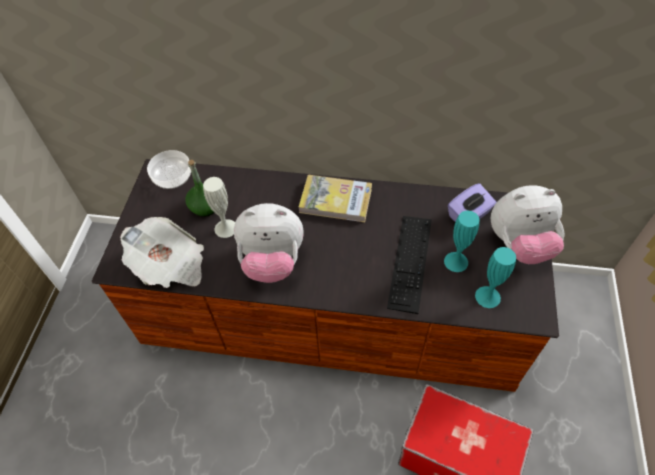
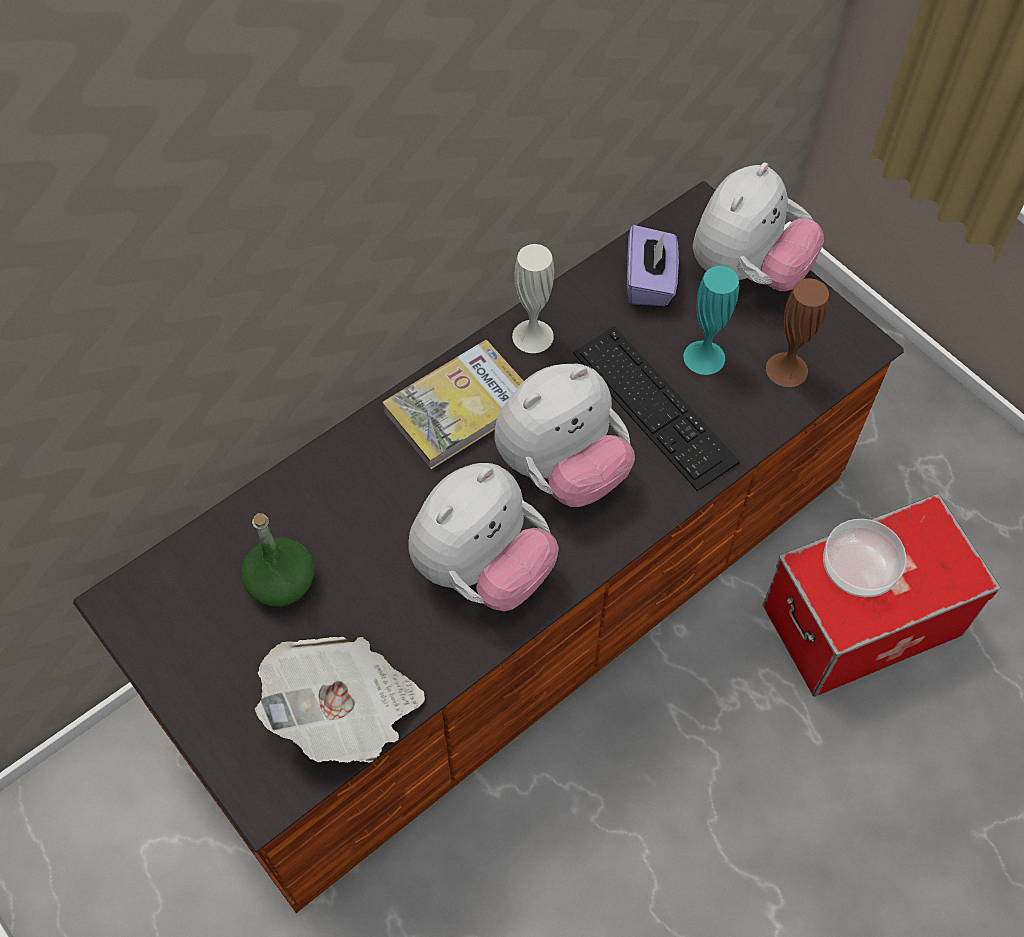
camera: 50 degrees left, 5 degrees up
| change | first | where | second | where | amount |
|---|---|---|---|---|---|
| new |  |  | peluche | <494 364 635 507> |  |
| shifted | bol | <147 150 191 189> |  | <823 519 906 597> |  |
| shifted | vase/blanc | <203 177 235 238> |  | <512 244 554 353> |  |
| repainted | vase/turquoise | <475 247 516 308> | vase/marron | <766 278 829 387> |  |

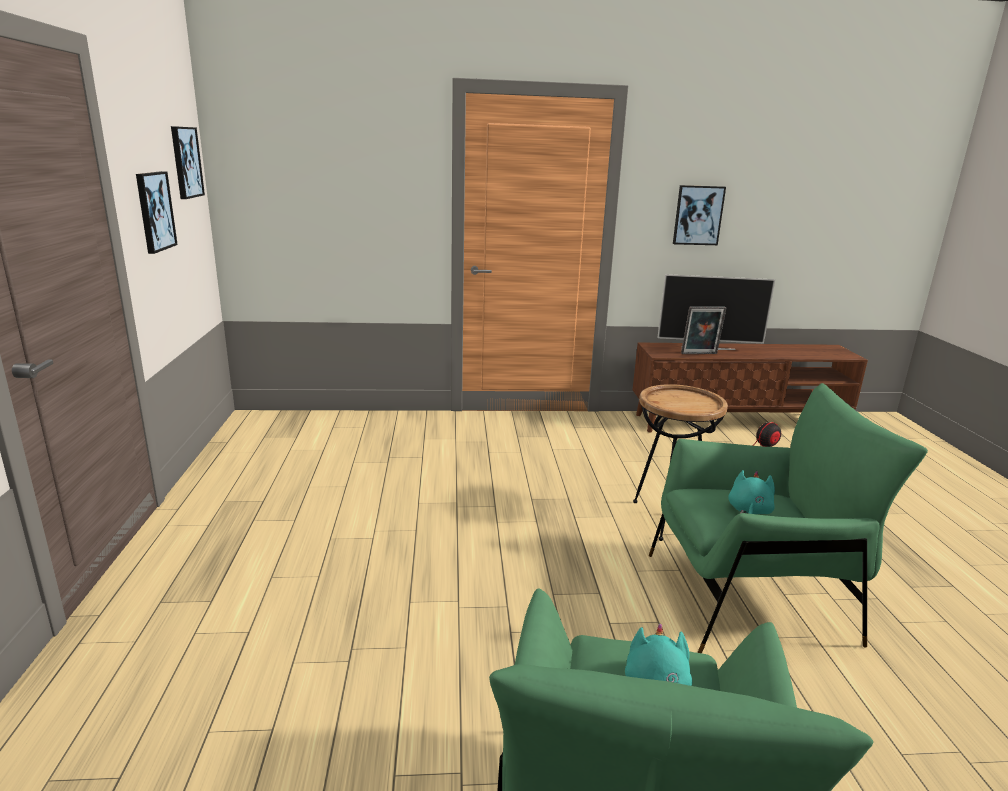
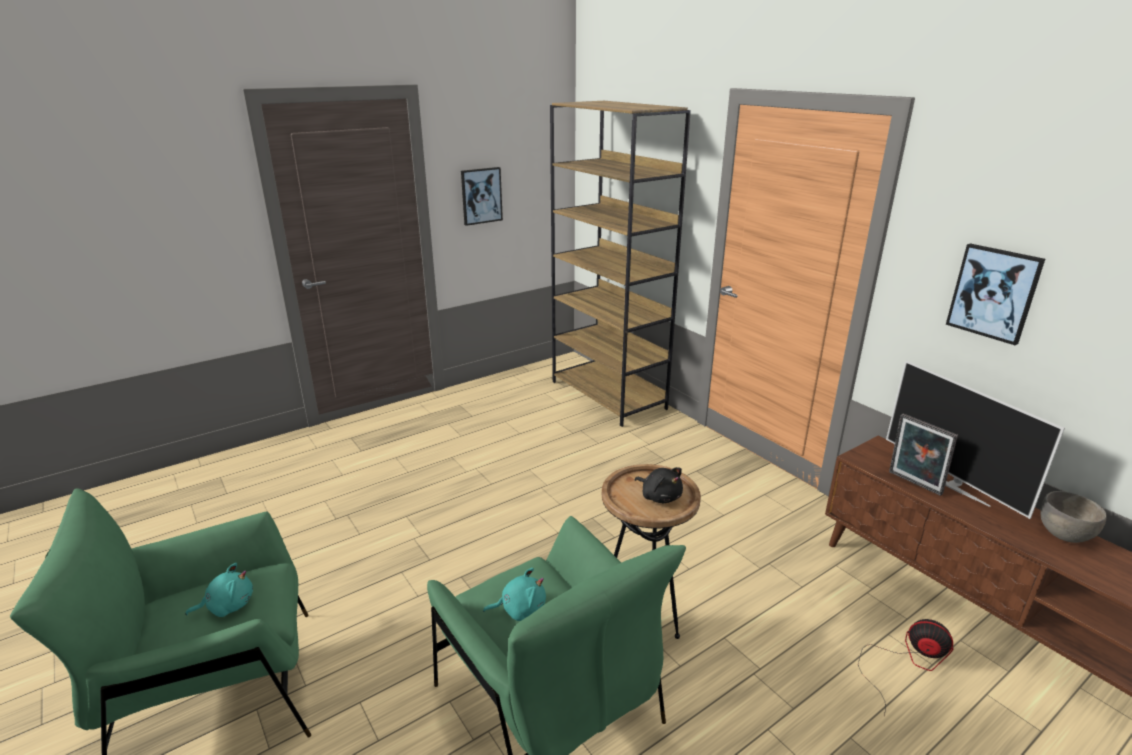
camera: 60 degrees right, 5 degrees up
| change | first | where | second | where | amount |
|---|---|---|---|---|---|
| gone | tableau | <171 126 205 199> |  |  |  |
| new |  |  | bibliothèque/marron | <550 101 691 427> |  |
| new |  |  | peluche/noir | <635 467 683 503> |  |
| new |  |  | bol/gris | <1040 491 1107 543> |  |

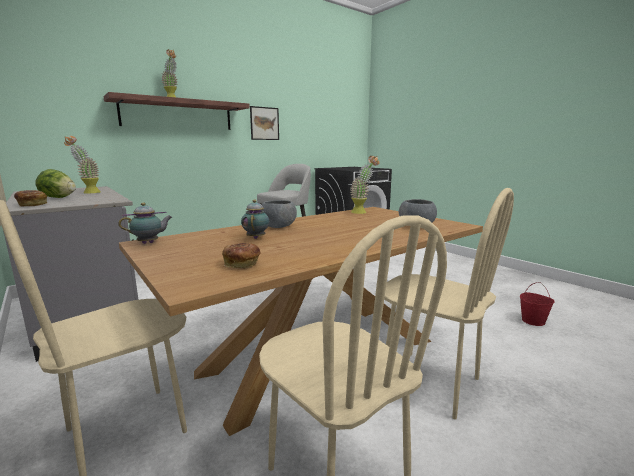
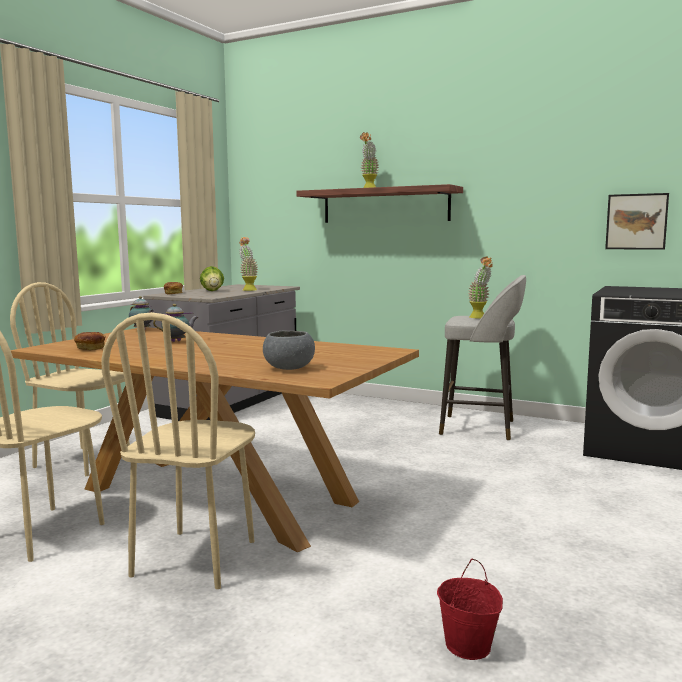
camera: 65 degrees right, 5 degrees down
| change | first | where | second | where | amount |
|---|---|---|---|---|---|
| gone | bol/gris | <262 200 297 228> |  |  |  |
| shifted | tableau | <250 106 279 140> |  | <605 193 669 250> |  |
| shifted | plante en pot | <350 156 379 214> |  | <468 256 493 319> |  |

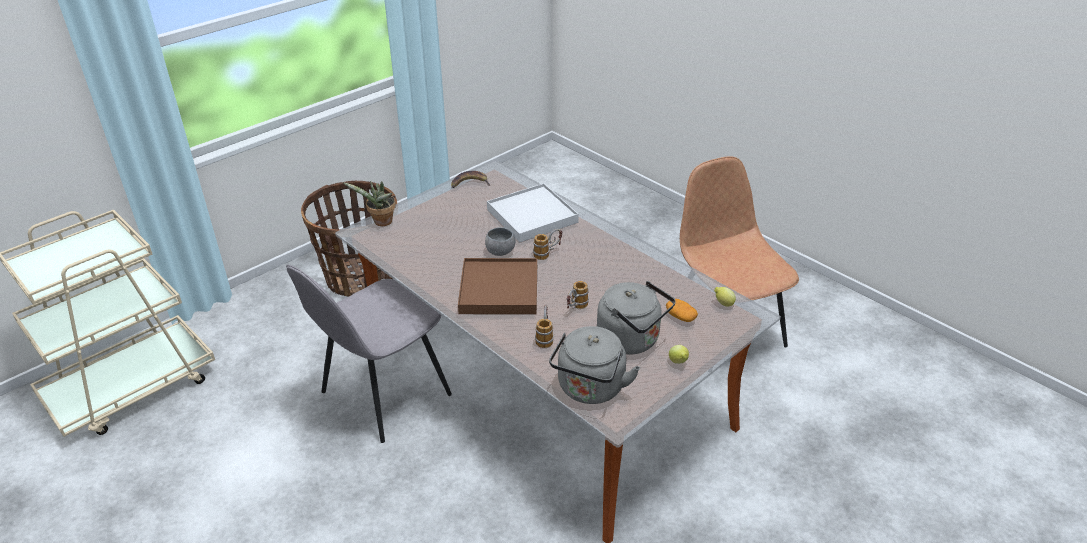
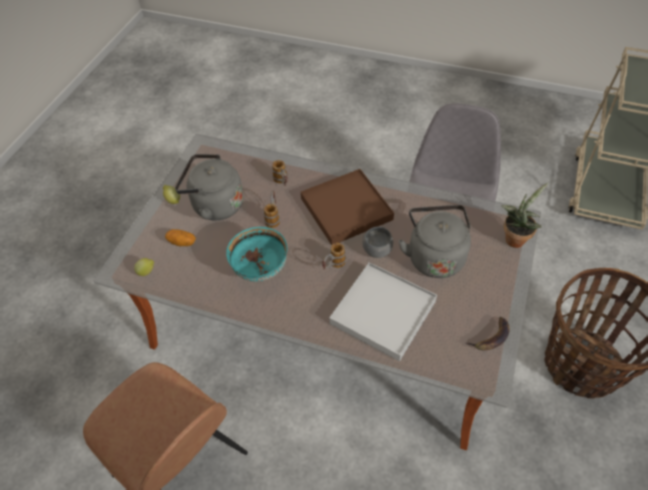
camera: 155 degrees right, 15 degrees up
| change | first | where | second | where | amount |
|---|---|---|---|---|---|
| new |  |  | bol/turquoise | <226 227 287 282> |  |
| shifted | bouilloire/gris | <549 326 640 404> |  | <398 205 471 278> |  |

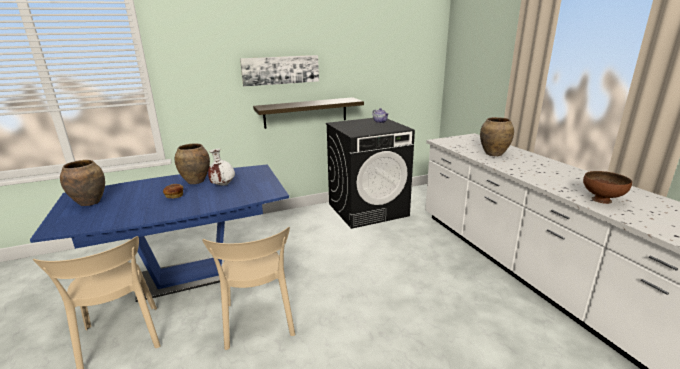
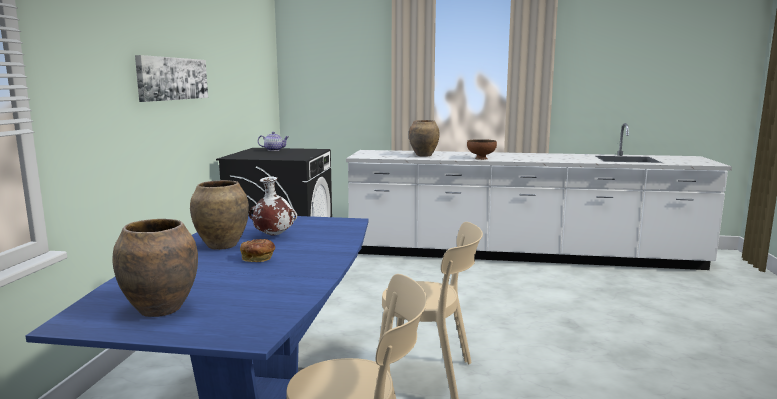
camera: 60 degrees left, 10 degrees down
| change | first | where | second | where | amount |
|---|---|---|---|---|---|
| gone | étagère | <253 97 364 129> |  |  |  |
| shifted | bol/marron | <583 171 632 204> |  | <467 139 497 160> |  |

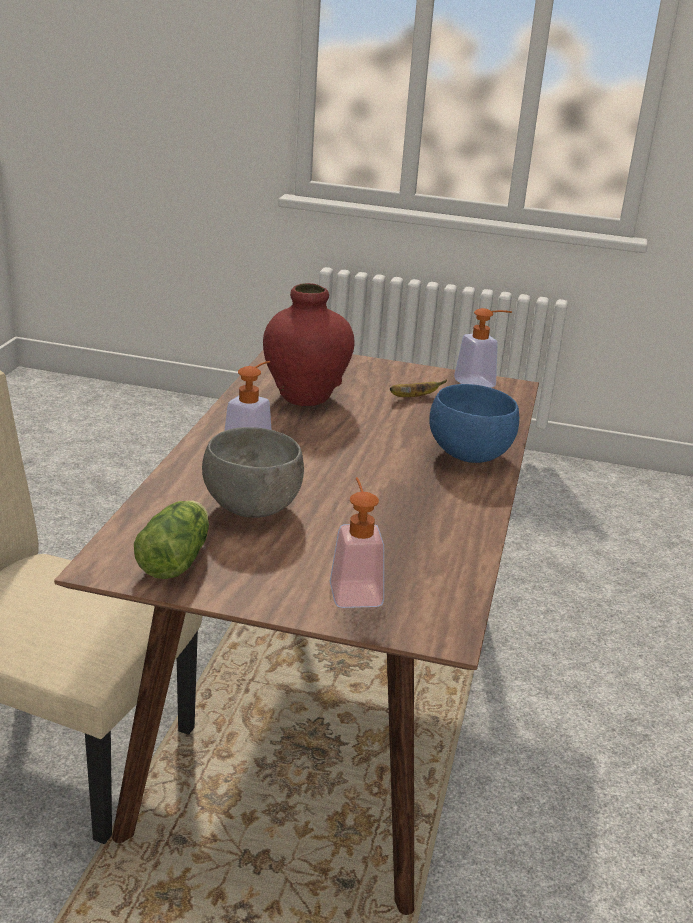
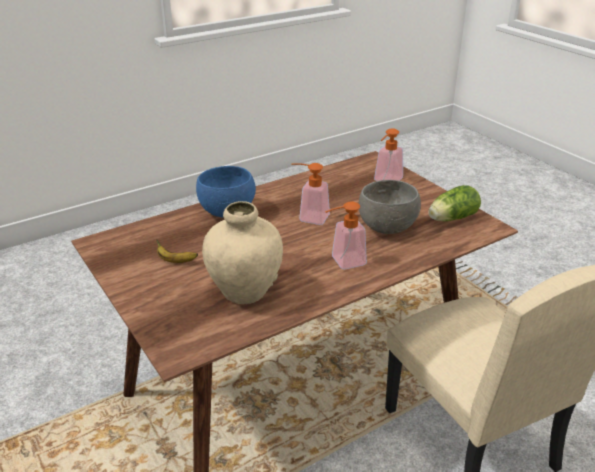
camera: 135 degrees left, 5 degrees up
| change | first | where | second | where | amount |
|---|---|---|---|---|---|
| shifted | distributeur de savon | <454 308 512 388> |  | <292 163 330 225> |  |
| repainted | vase/rouge | <263 283 354 406> | vase/beige | <202 201 283 304> |  |

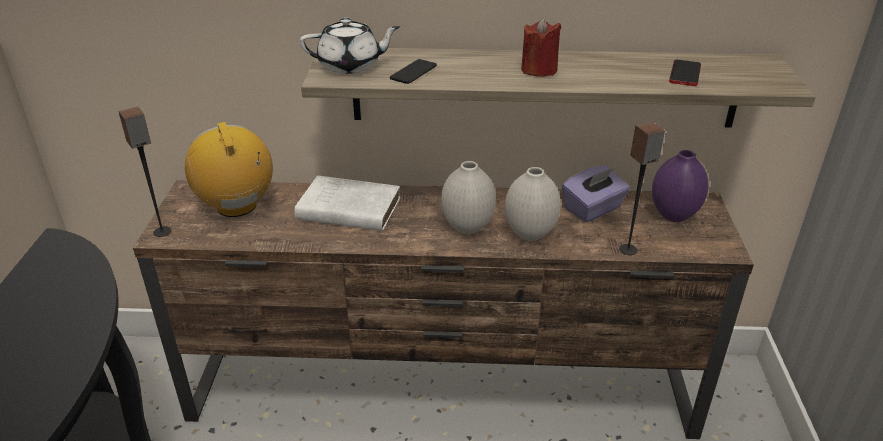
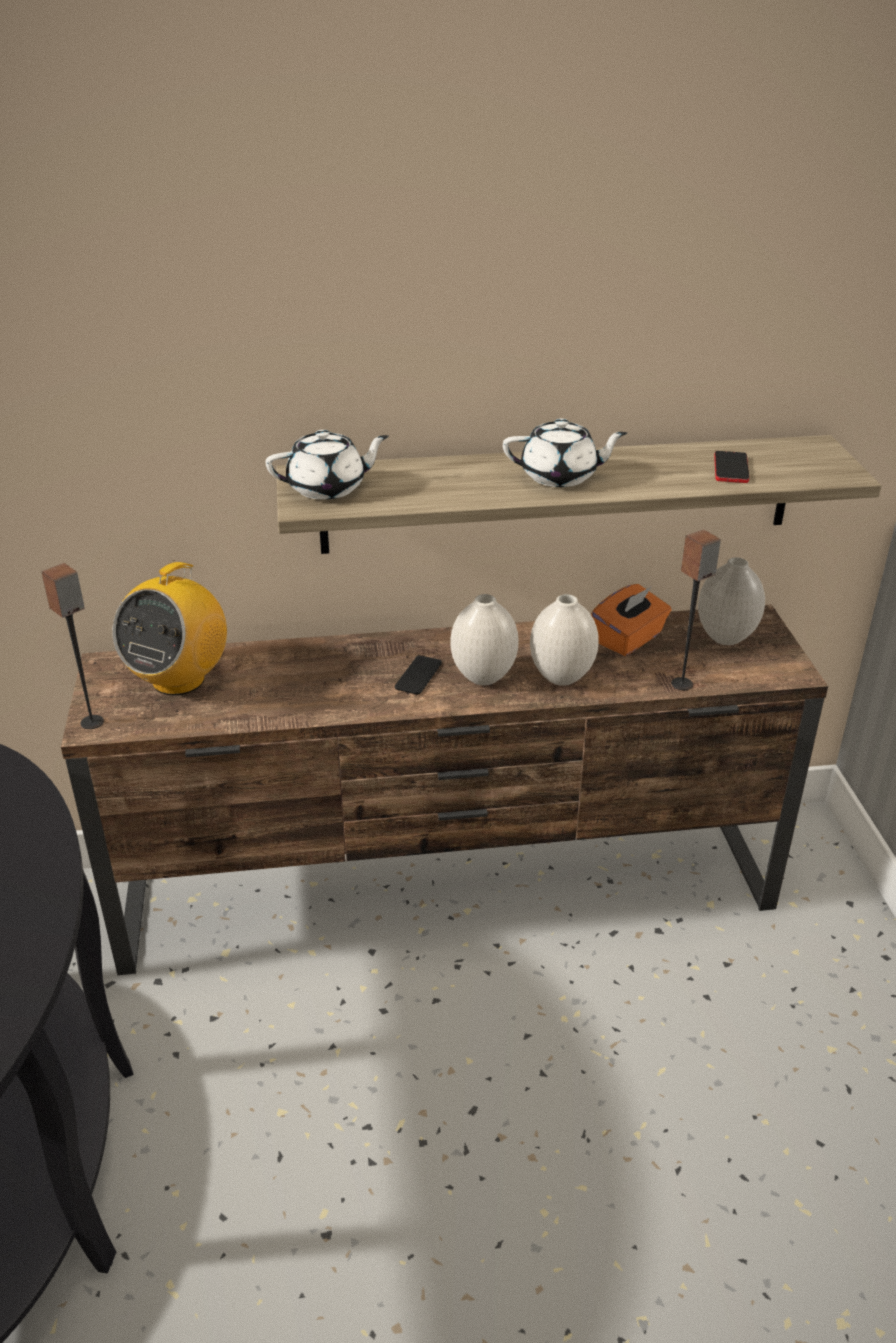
camera: 10 degrees left, 0 degrees up
| change | first | where | second | where | amount |
|---|---|---|---|---|---|
| gone | livre/blanc | <295 176 401 231> |  |  |  |
| shifted | téléphone | <390 59 437 84> |  | <395 655 442 695> |  |
| swapped | bougie/rouge | <521 18 561 77> | théière/blanc | <503 419 627 487> |  |
| repainted | boîte à mouchoirs/violet | <562 166 630 222> | boîte à mouchoirs/orange | <591 584 671 656> |  |
| repainted | vase/violet | <652 150 709 222> | vase/blanc | <698 557 765 645> |  |
| rotated | radio | <185 122 273 217> |  | <112 560 227 695> | 120 degrees counterclockwise |

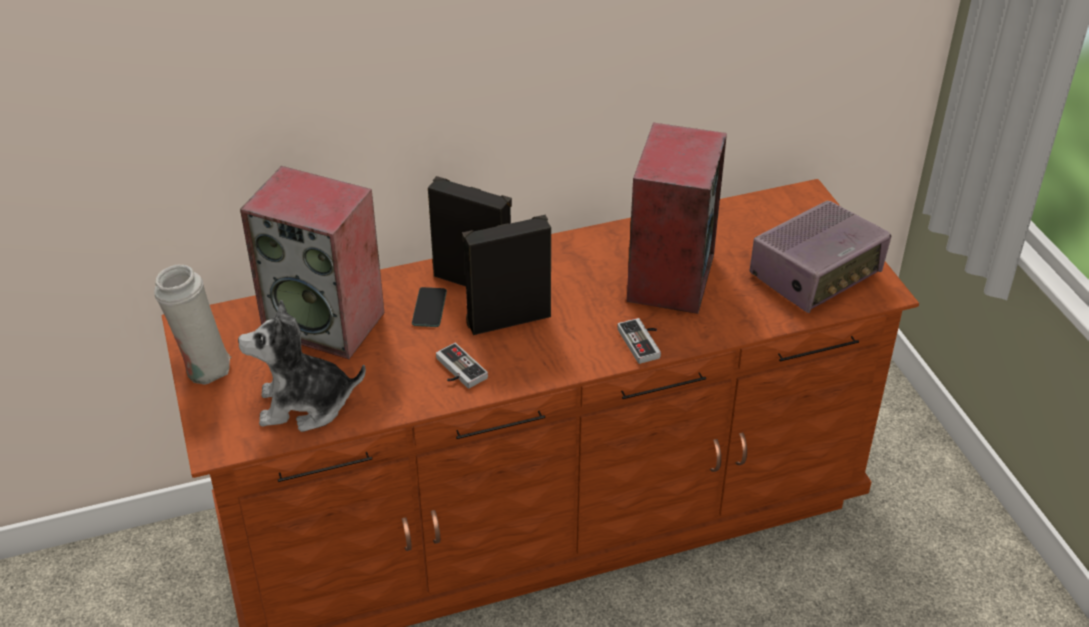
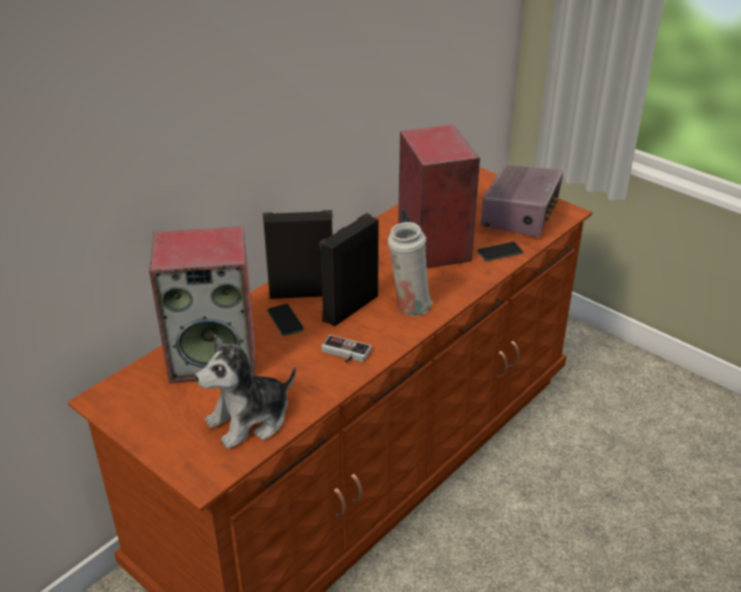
camera: 30 degrees left, 5 degrees down
| change | first | where | second | where | amount |
|---|---|---|---|---|---|
| gone | manette | <617 318 661 364> |  |  |  |
| new |  |  | téléphone | <477 242 523 261> |  |
| shifted | vase/blanc | <154 265 231 385> |  | <388 222 433 316> |  |

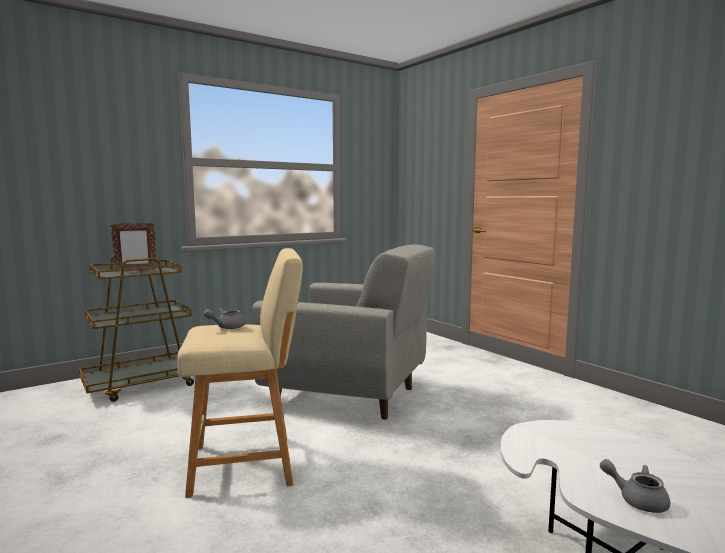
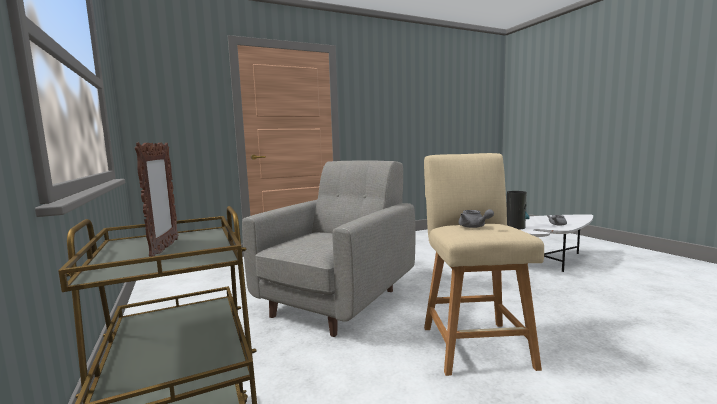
camera: 80 degrees left, 0 degrees up
| change | first | where | second | where | amount |
|---|---|---|---|---|---|
| new |  |  | vase | <507 191 530 230> |  |

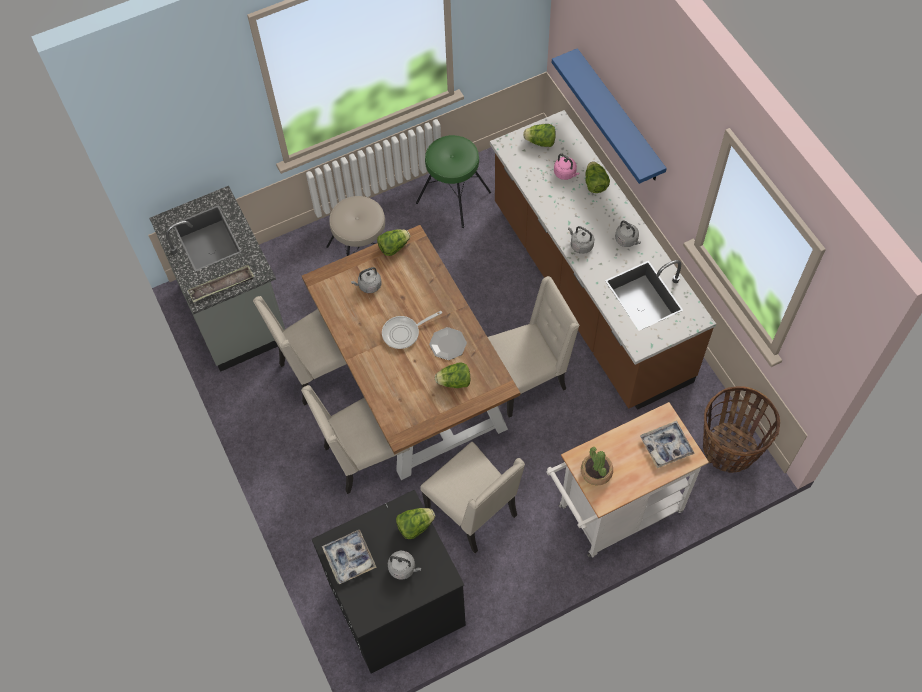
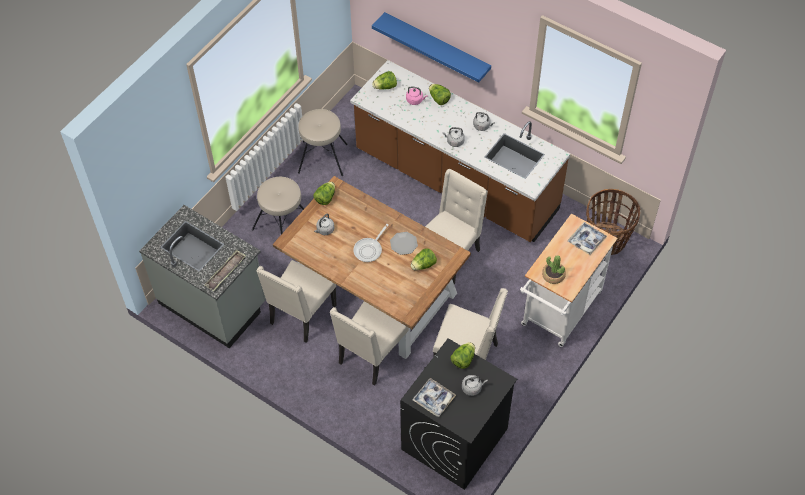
camera: 30 degrees left, 5 degrees down
| change | first | where | second | where | amount |
|---|---|---|---|---|---|
| repainted | tabouret/vert | <416 135 491 228> | tabouret/beige | <298 109 347 176> |  |

